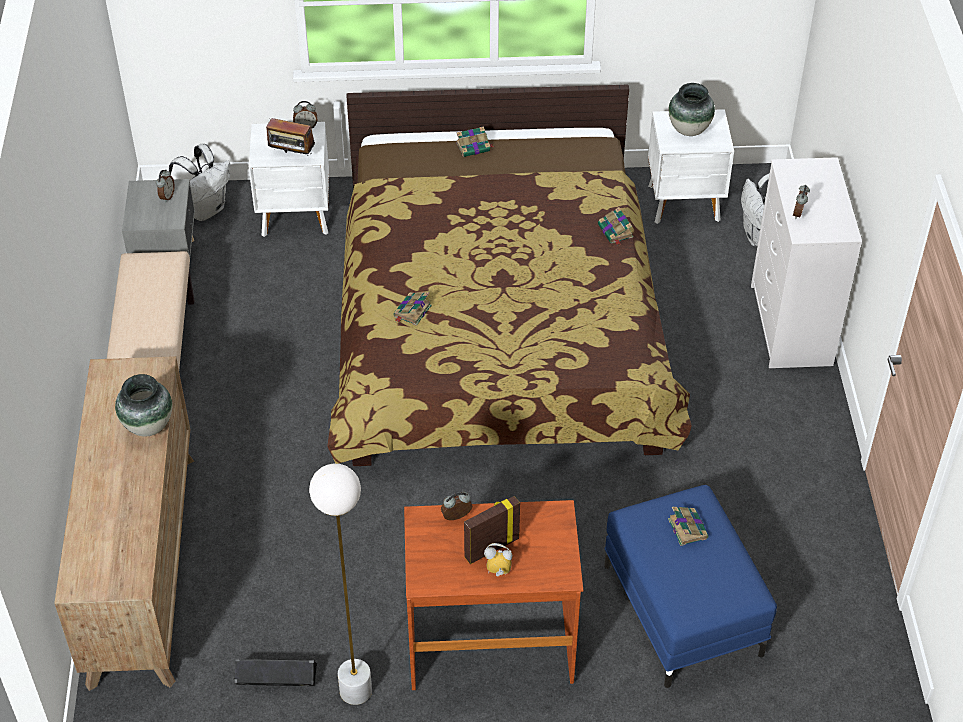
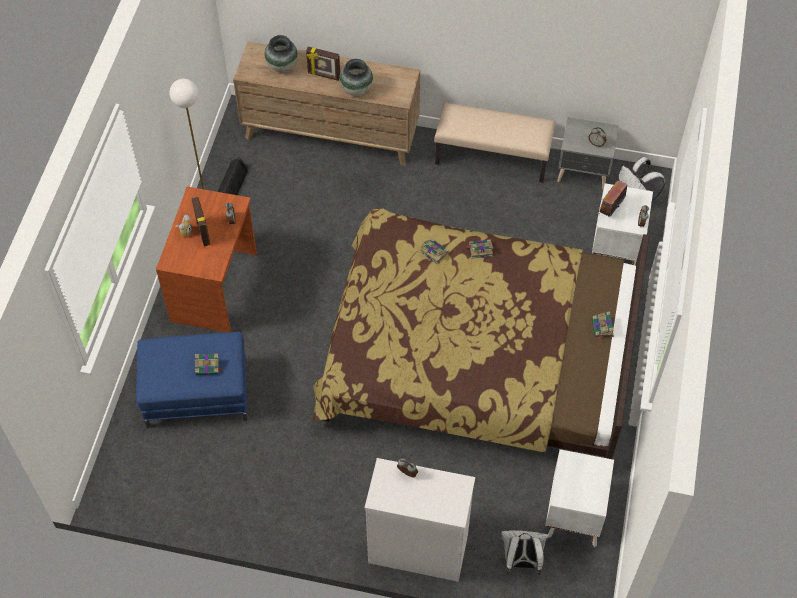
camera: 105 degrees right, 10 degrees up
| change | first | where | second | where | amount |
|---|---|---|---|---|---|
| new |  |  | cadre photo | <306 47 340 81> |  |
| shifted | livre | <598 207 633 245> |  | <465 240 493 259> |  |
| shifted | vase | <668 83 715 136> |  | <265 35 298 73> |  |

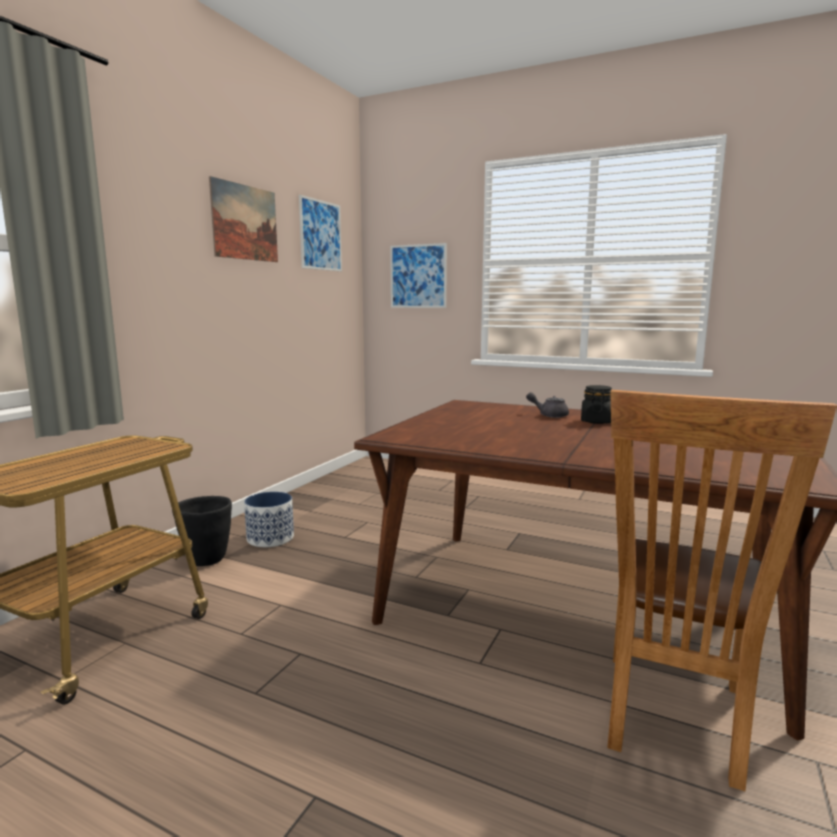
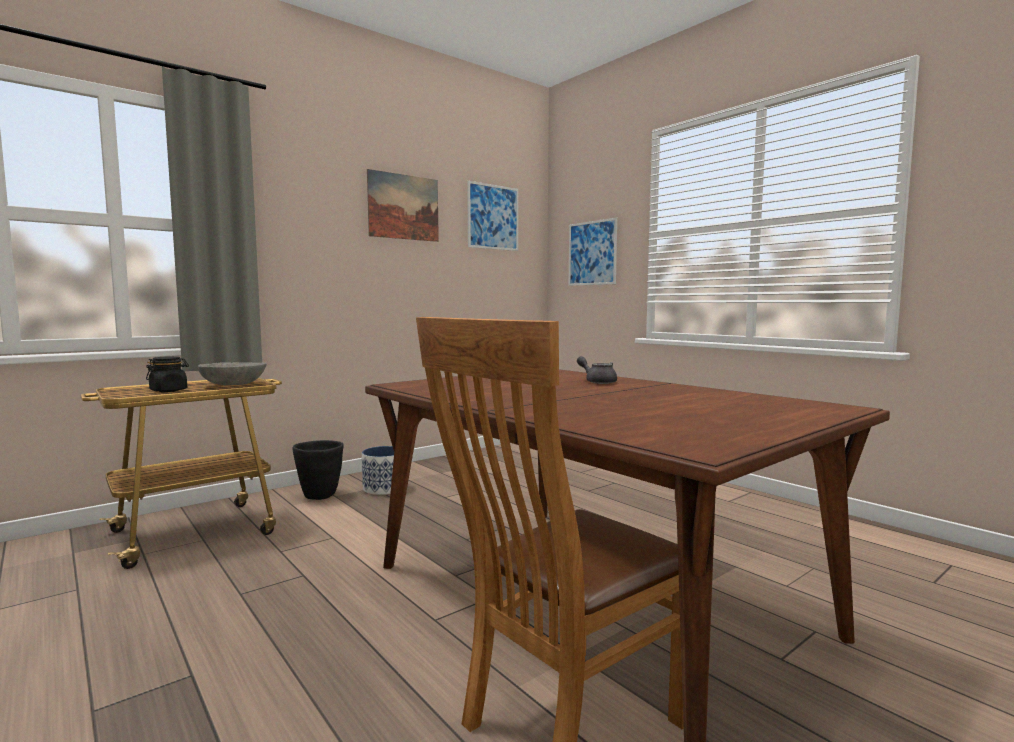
camera: 25 degrees right, 5 degrees down
| change | first | where | second | where | amount |
|---|---|---|---|---|---|
| new |  |  | bol/gris | <198 362 267 385> |  |
| shifted | bocal/noir | <581 385 612 424> |  | <146 356 189 392> |  |

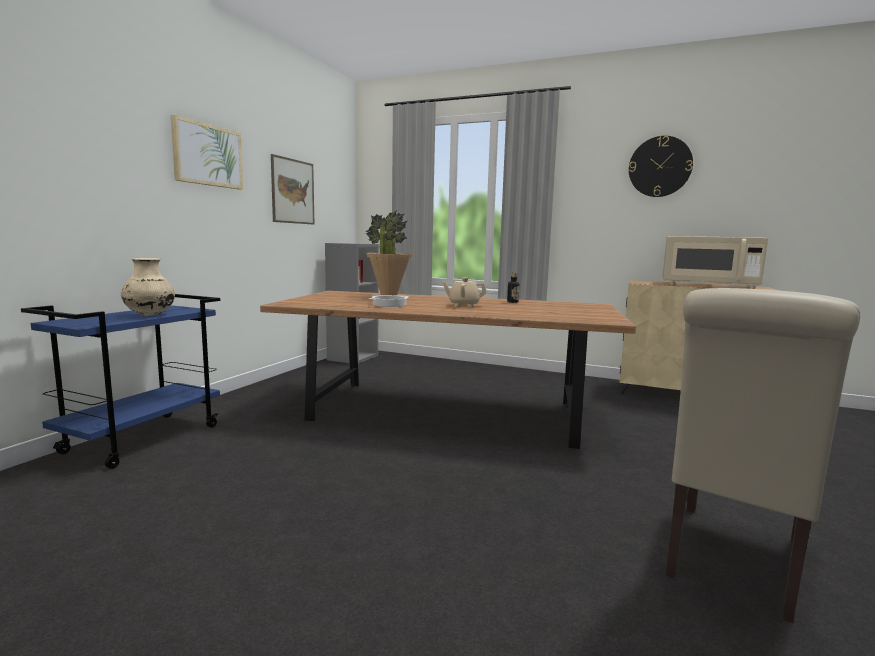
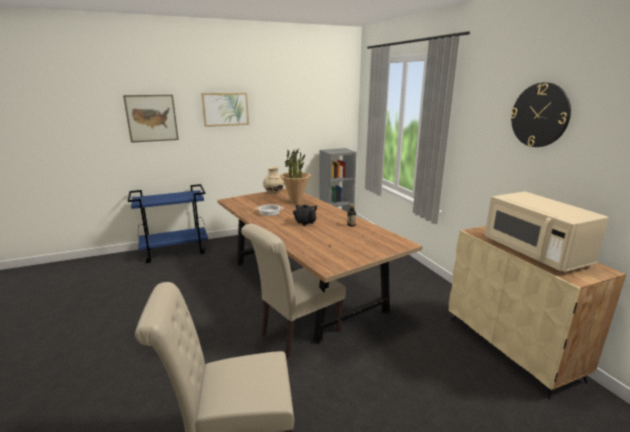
camera: 45 degrees right, 10 degrees up
| change | first | where | second | where | amount |
|---|---|---|---|---|---|
| new |  |  | chaise/beige | <241 224 346 359> |  |
| shifted | vase/beige | <121 258 175 316> |  | <263 167 284 193> |  |
| shifted | tableau | <271 154 315 225> |  | <123 95 179 143> |  |
| repainted | théière/beige | <442 278 487 307> | théière/noir | <293 204 317 226> |  |

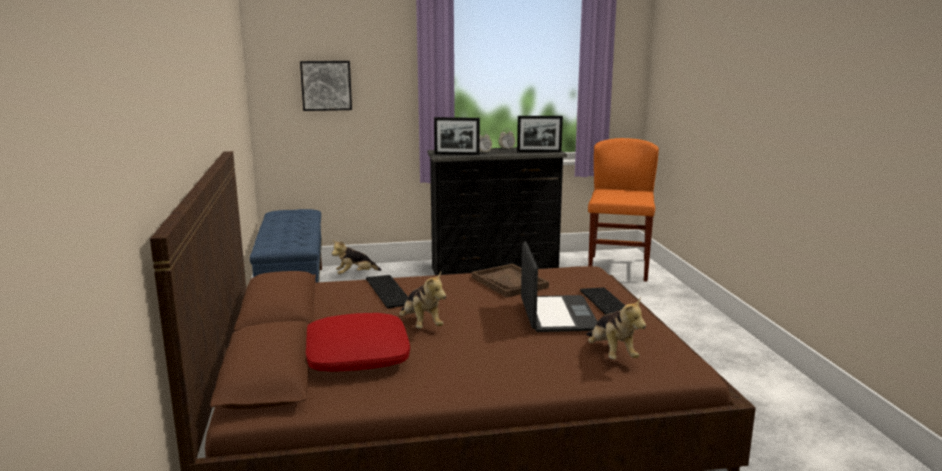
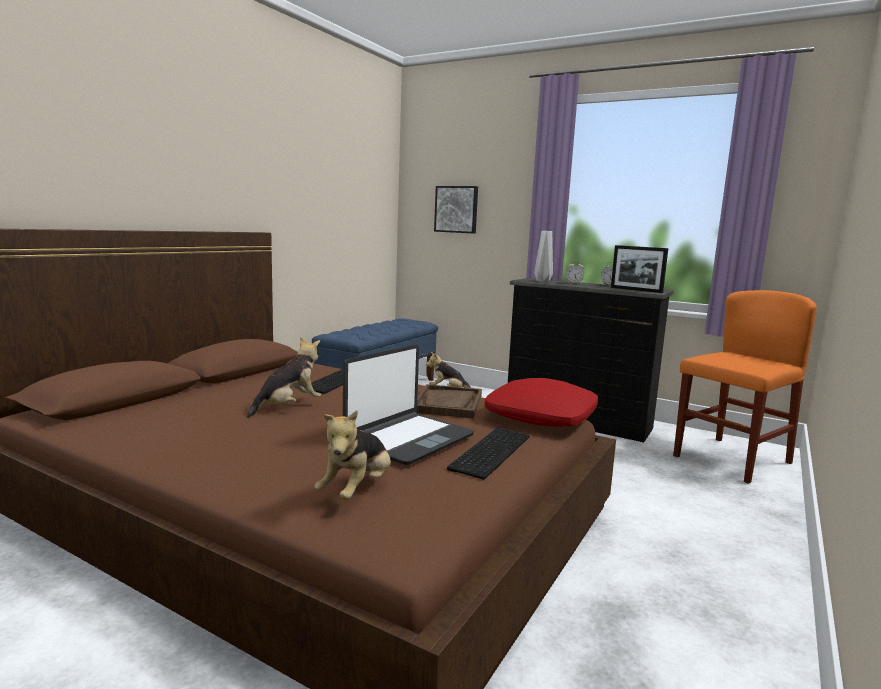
camera: 40 degrees right, 5 degrees down
| change | first | where | second | where | amount |
|---|---|---|---|---|---|
| shifted | coussin/rouge | <306 313 410 372> |  | <485 378 598 427> |  |
| swapped | cadre photo | <434 117 480 155> | vase/gris | <534 231 553 282> |  |
| rotated | peluche | <399 272 446 328> |  | <247 337 321 418> | 150 degrees counterclockwise |

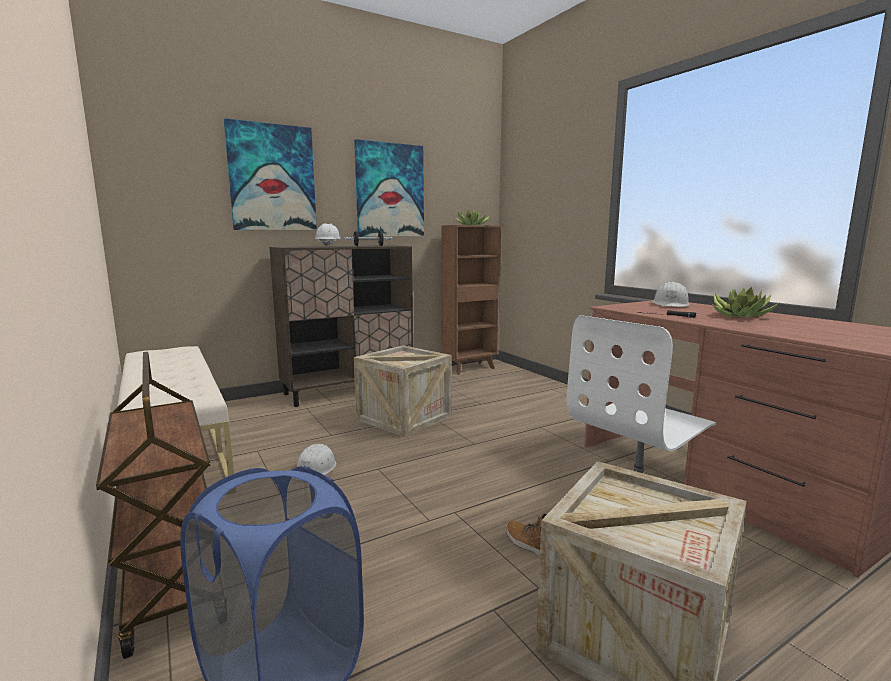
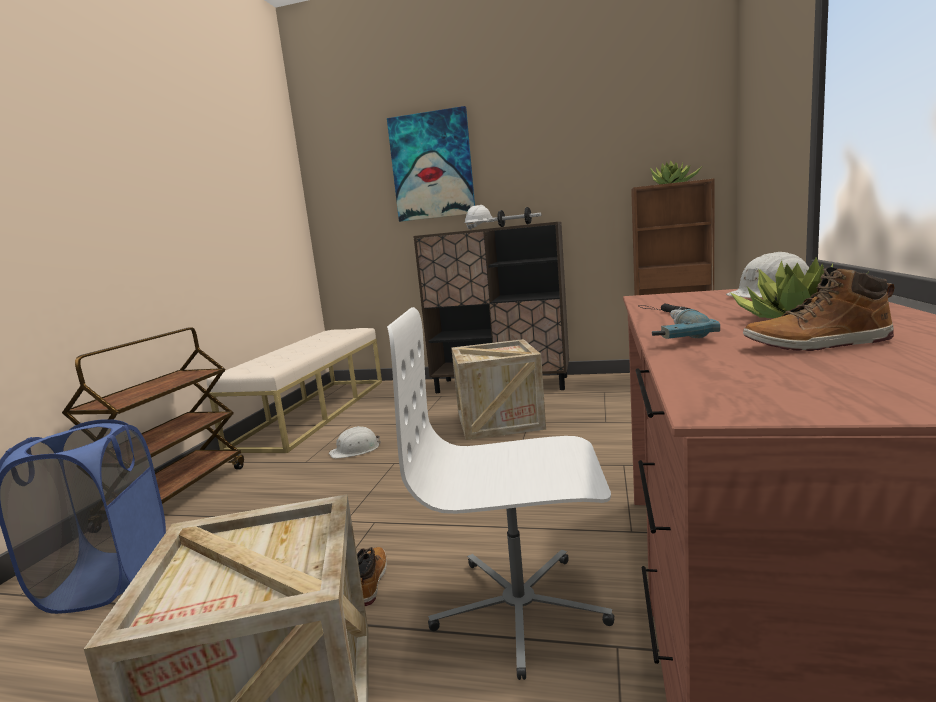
camera: 45 degrees right, 0 degrees up
| change | first | where | second | where | amount |
|---|---|---|---|---|---|
| gone | tableau | <354 139 424 237> |  |  |  |
| new |  |  | perceuse | <652 309 720 339> |  |
| new |  |  | botte | <743 267 895 351> |  |

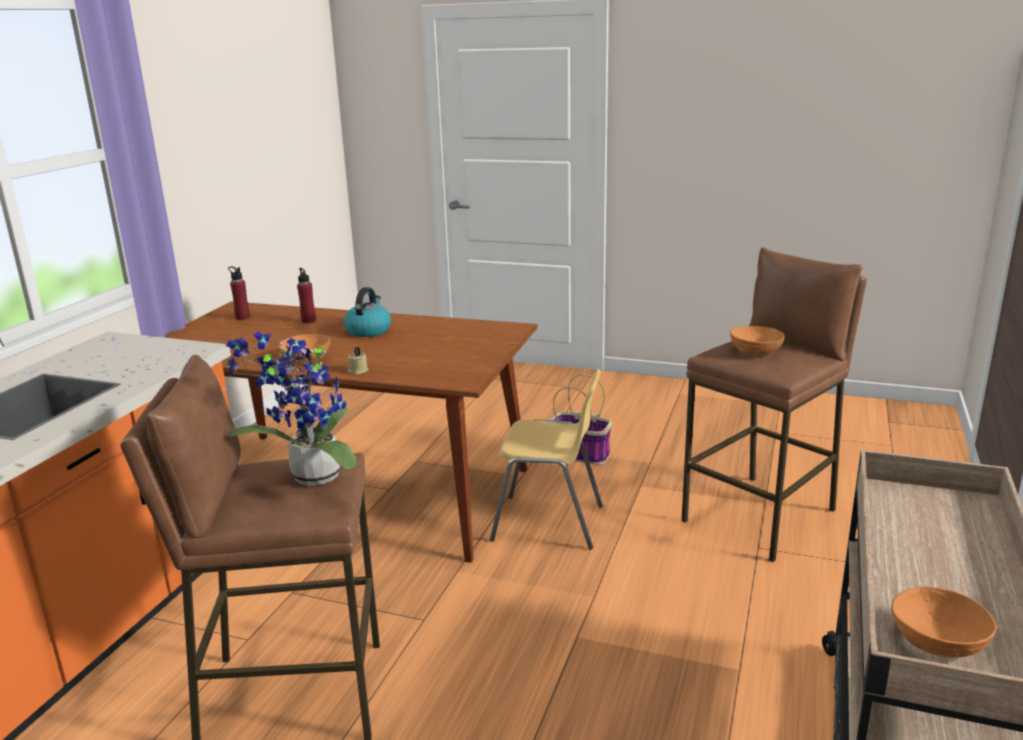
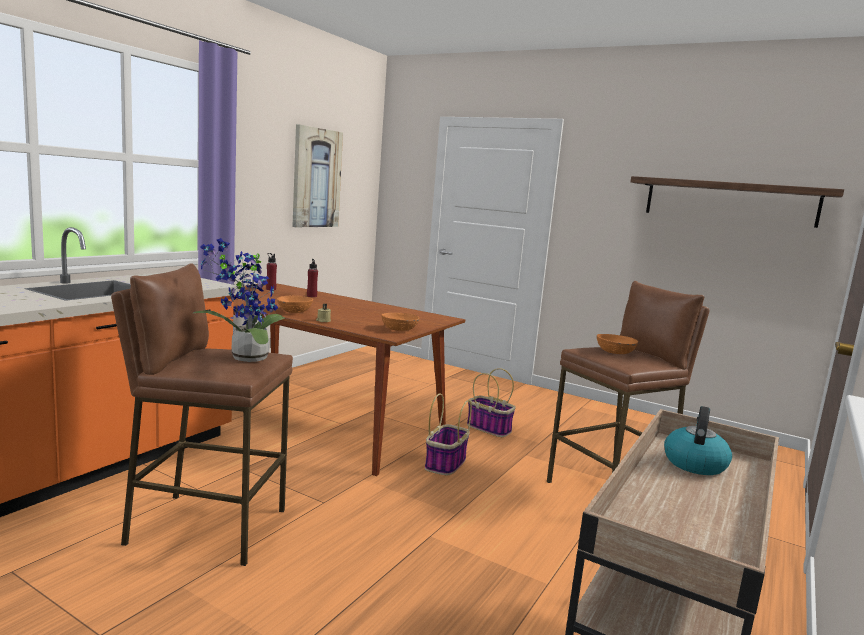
camera: 10 degrees right, 10 degrees down
| change | first | where | second | where | amount |
|---|---|---|---|---|---|
| new |  |  | tableau | <292 124 343 227> |  |
| new |  |  | étagère | <631 176 844 228> |  |
| shifted | bouilloire | <344 287 391 337> |  | <664 406 732 475> |  |
| shifted | bol/orange | <891 586 996 658> |  | <381 313 419 331> |  |
| swapped | chaise/jaune | <490 369 603 550> | panier | <425 393 472 475> |  |

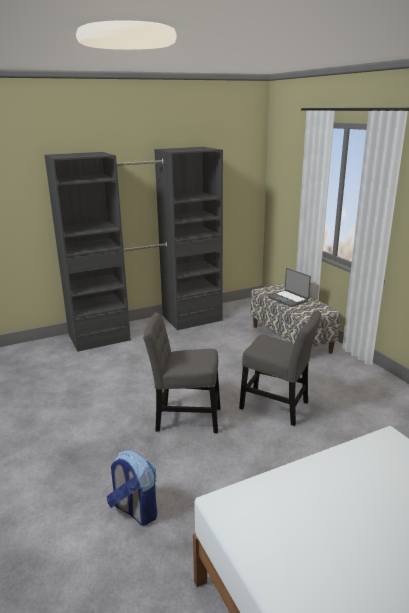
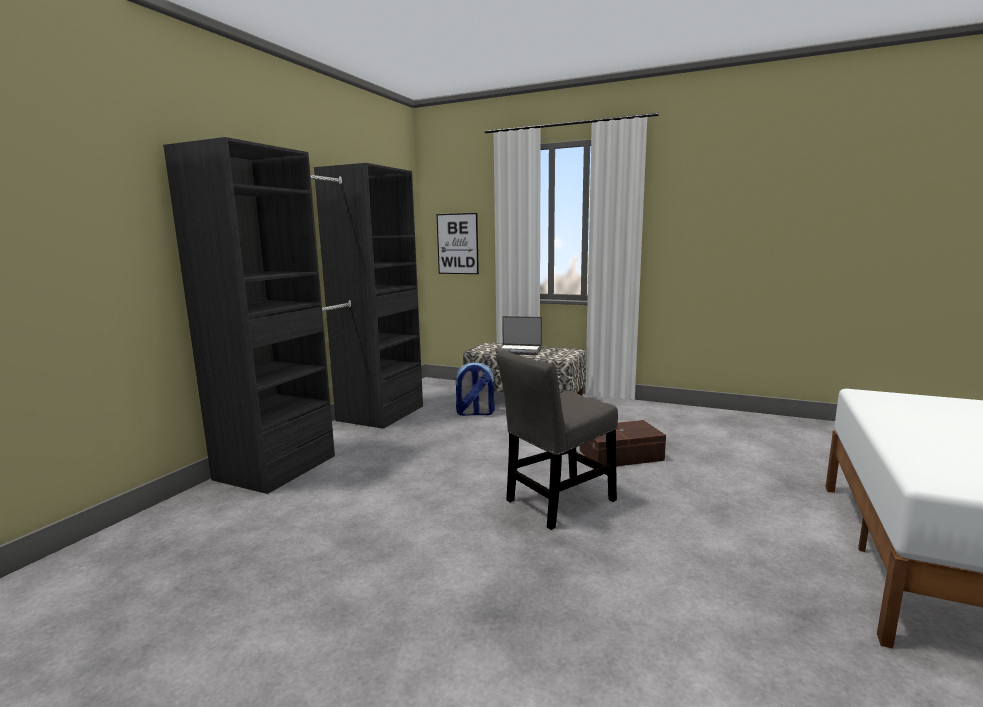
camera: 40 degrees left, 10 degrees down
| change | first | where | second | where | amount |
|---|---|---|---|---|---|
| new |  |  | tableau | <437 213 479 274> |  |
| shifted | sac à dos | <107 450 157 526> |  | <455 362 495 416> |  |
| swapped | chaise/gris | <239 310 321 426> | boîte de rangement/marron | <579 420 666 466> |  |

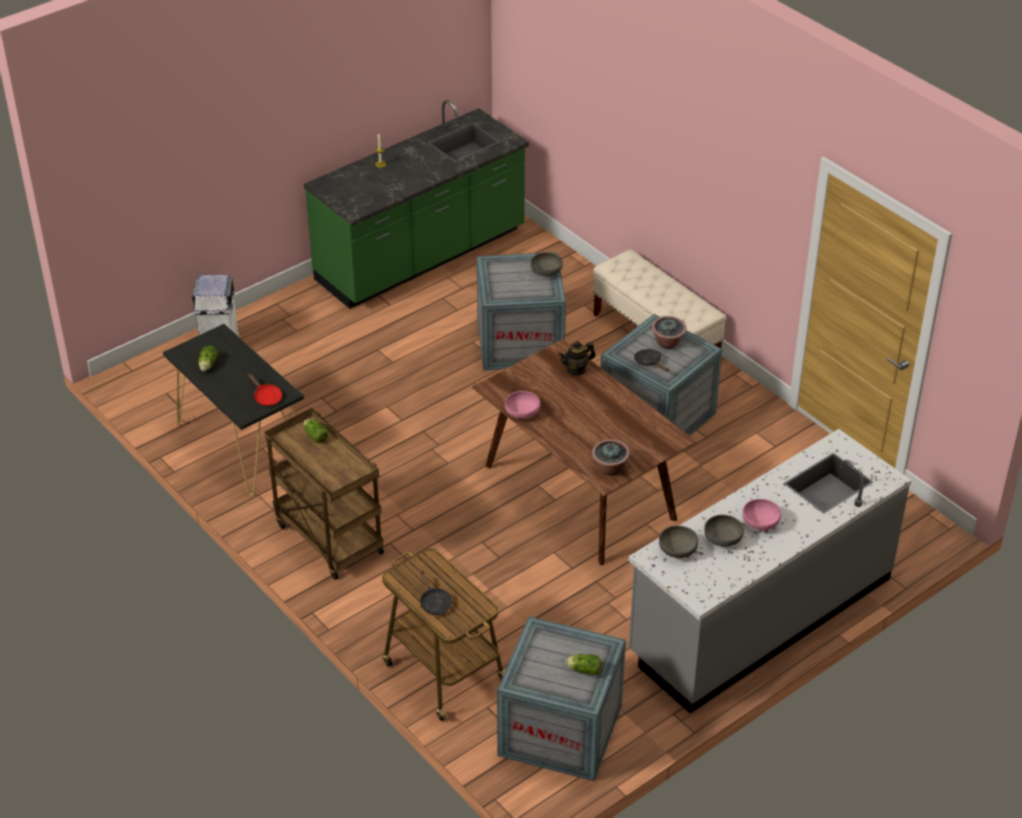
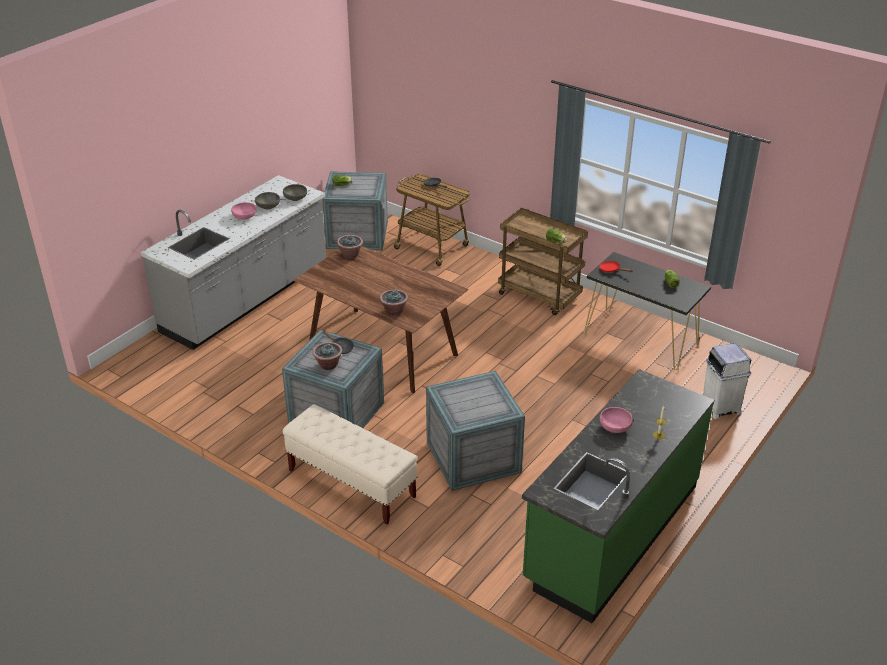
camera: 165 degrees right, 5 degrees down
| change | first | where | second | where | amount |
|---|---|---|---|---|---|
| gone | bol/gris | <530 252 563 276> |  |  |  |
| shifted | bol/rose | <505 391 540 419> |  | <600 407 633 433> |  |
| swapped | théière | <558 341 596 376> | plante en pot | <380 290 408 316> |  |

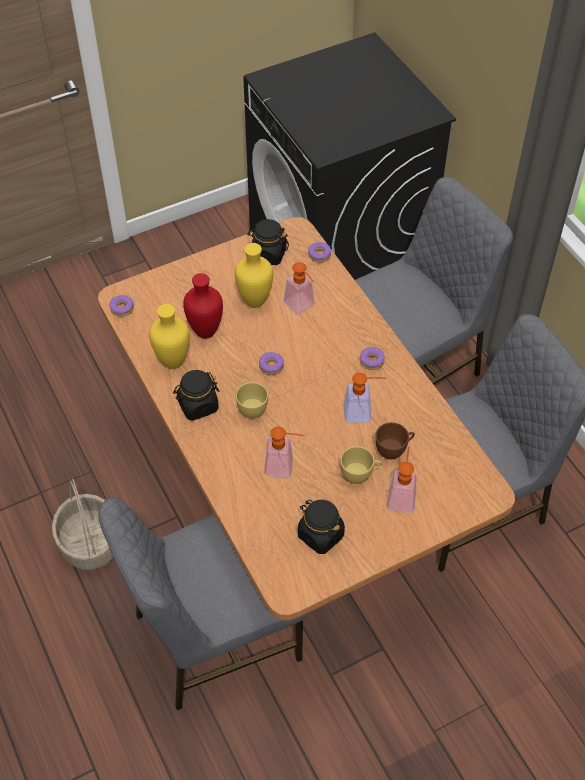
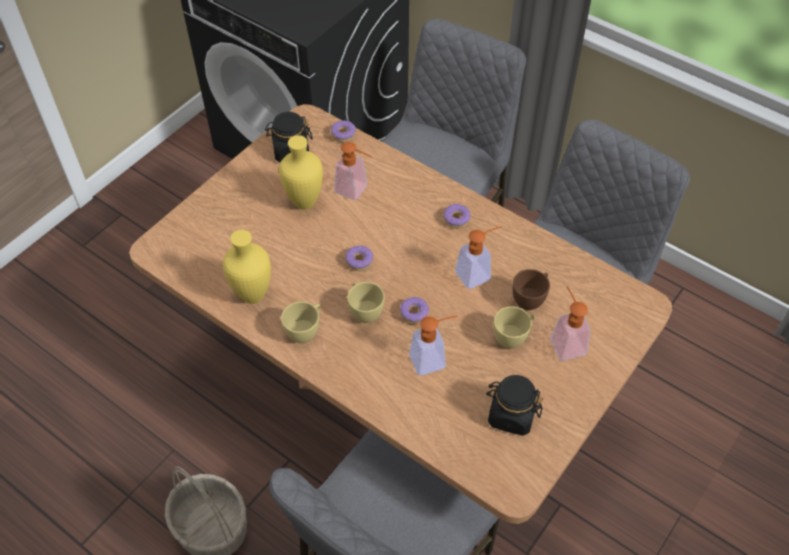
camera: 25 degrees left, 0 degrees up
| change | first | where | second | where | amount |
|---|---|---|---|---|---|
| gone | vase/rouge | <183 273 223 339> |  |  |  |
| shifted | beignet | <109 295 134 317> |  | <400 297 429 324> |  |
| swapped | bocal/noir | <173 370 220 421> | tasse/jaune | <281 301 321 343> |  |

